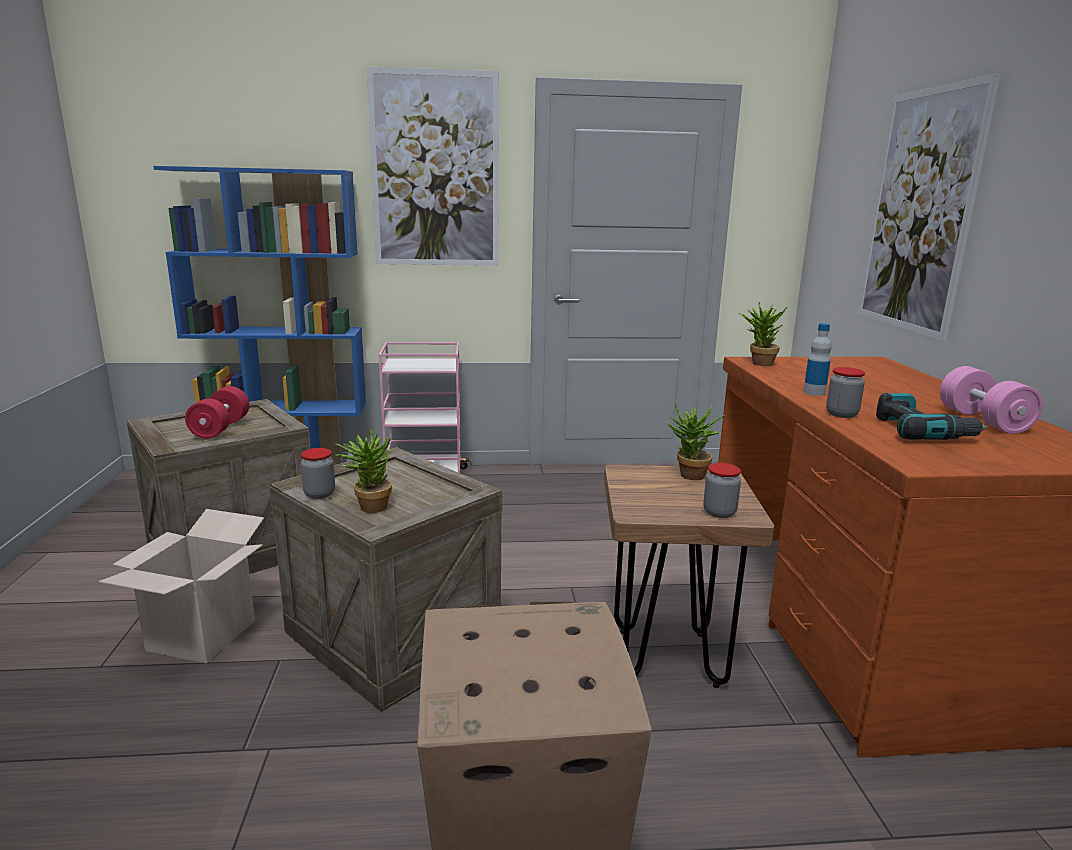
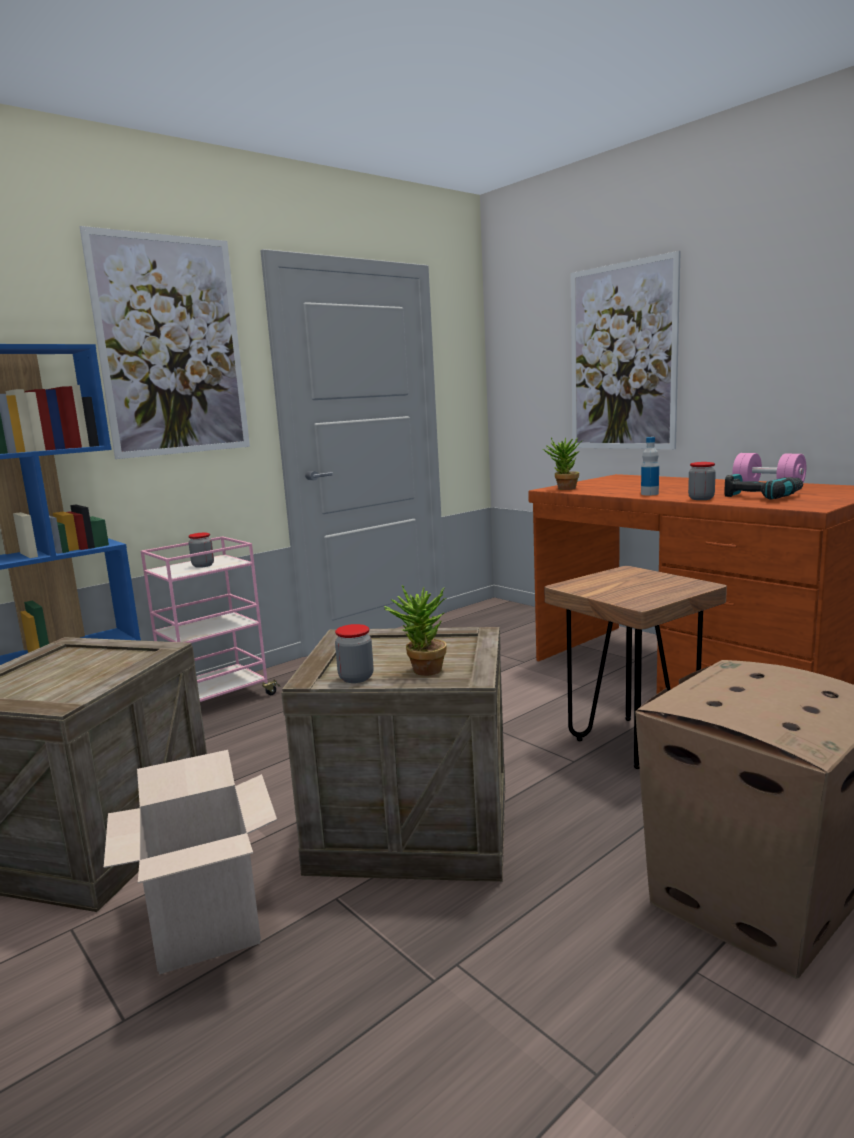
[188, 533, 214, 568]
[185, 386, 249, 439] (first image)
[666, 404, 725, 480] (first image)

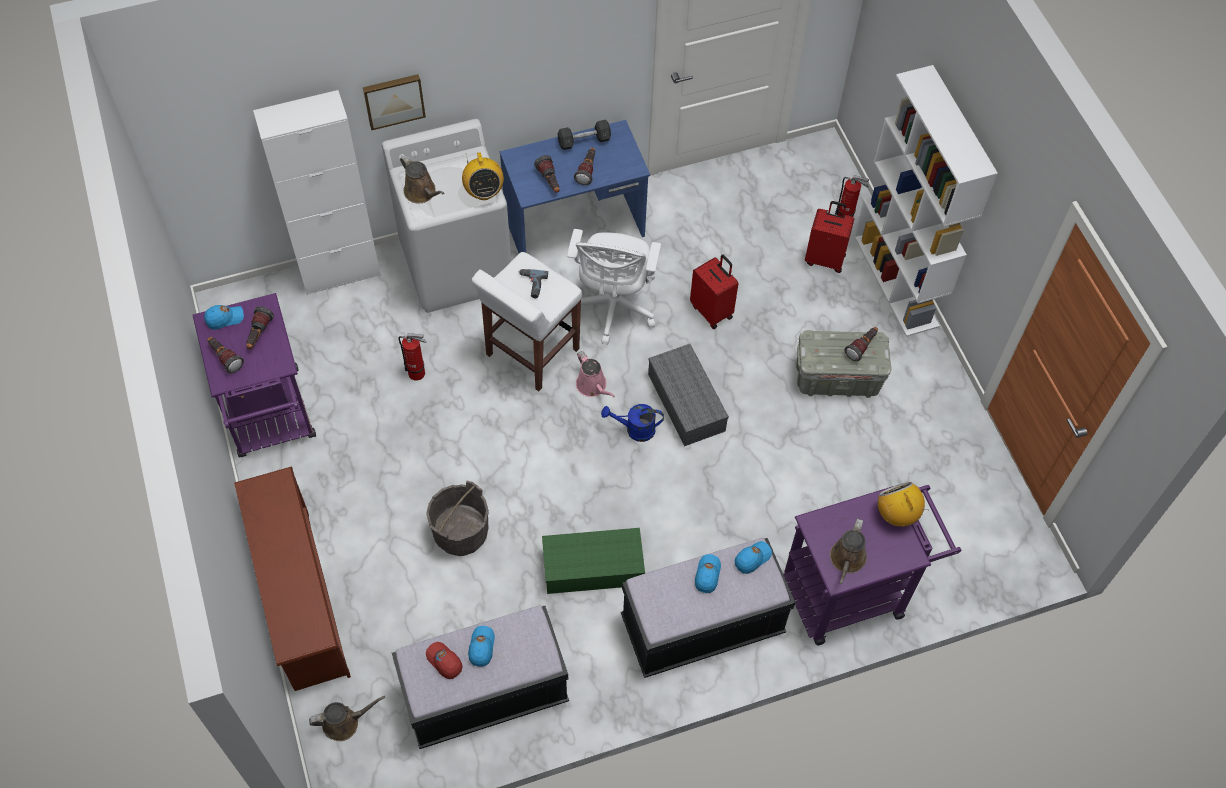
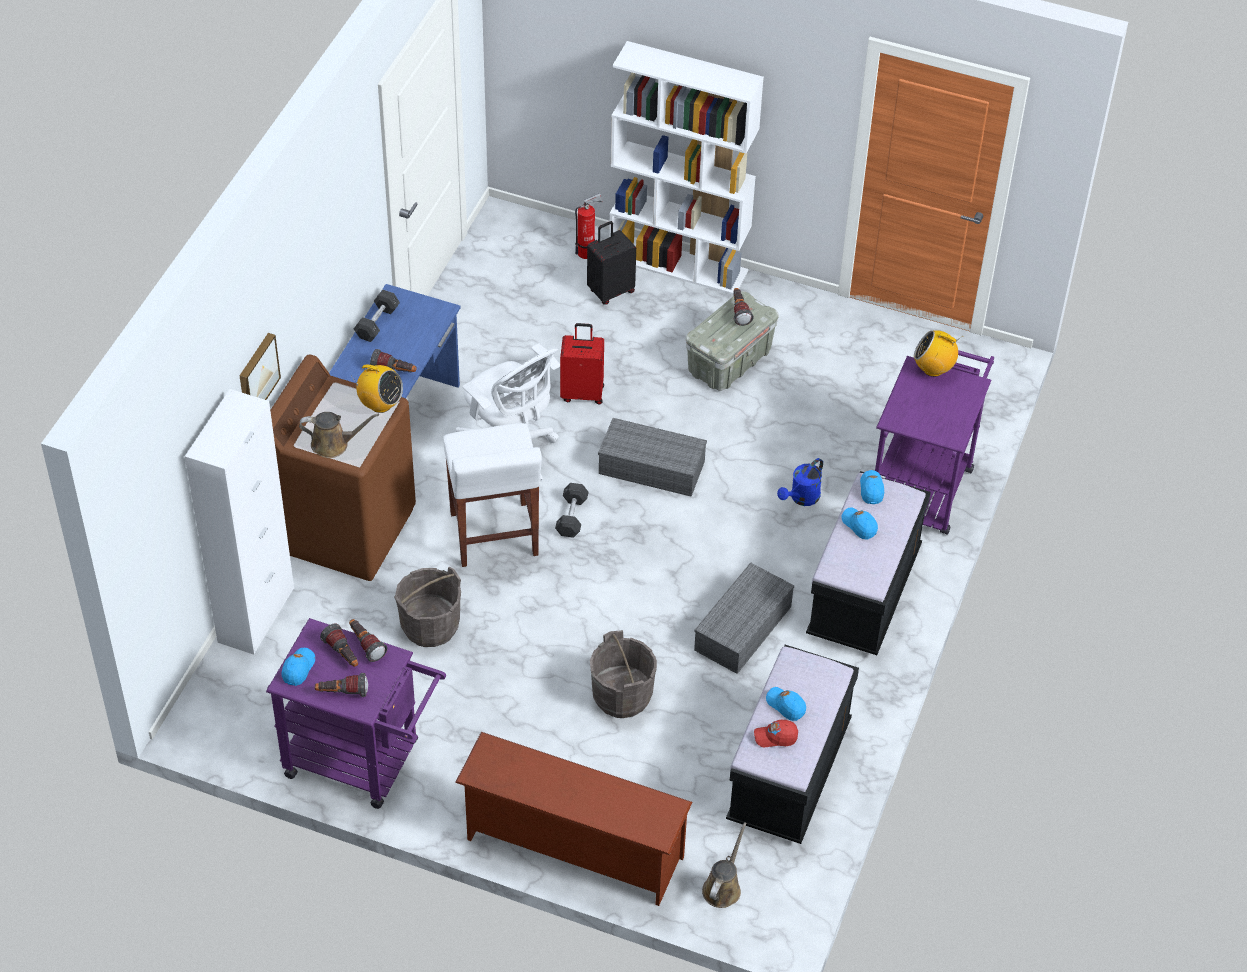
[270, 354, 416, 581]
[349, 619, 387, 662]
[394, 567, 461, 647]
[555, 483, 589, 538]
[587, 221, 636, 305]
[694, 562, 794, 674]
[777, 458, 823, 506]
[518, 269, 548, 298] (first image)
[830, 518, 867, 584] (first image)

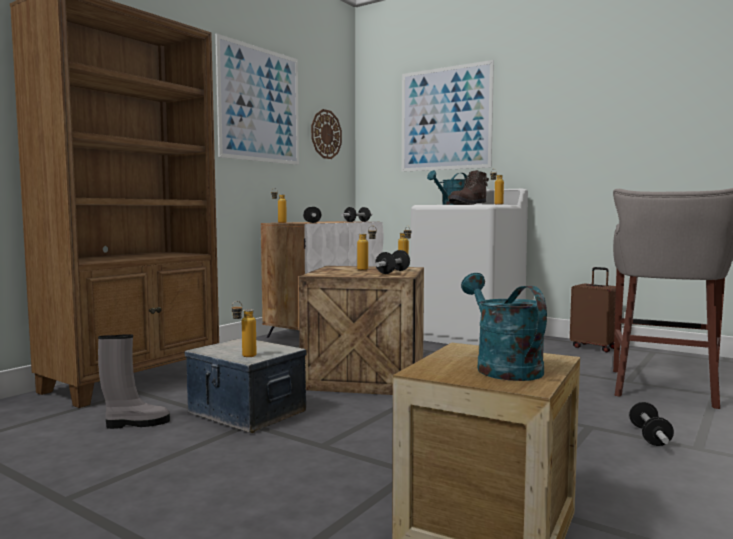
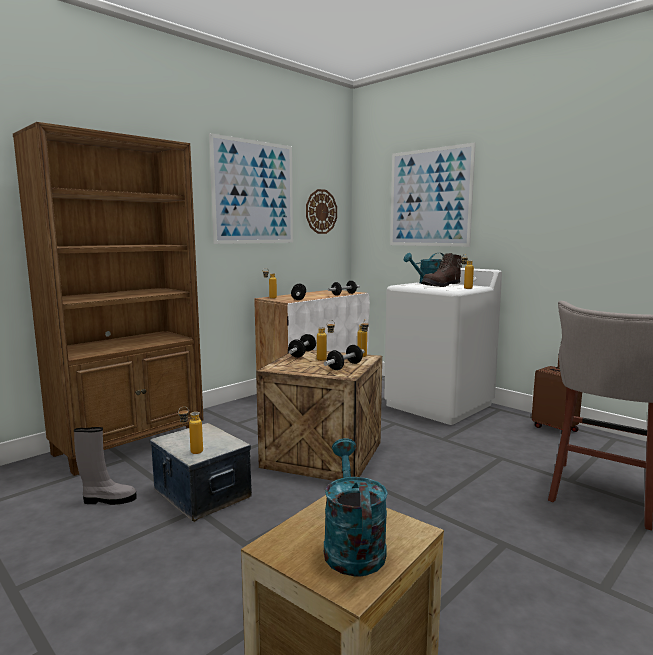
[288, 334, 316, 358]

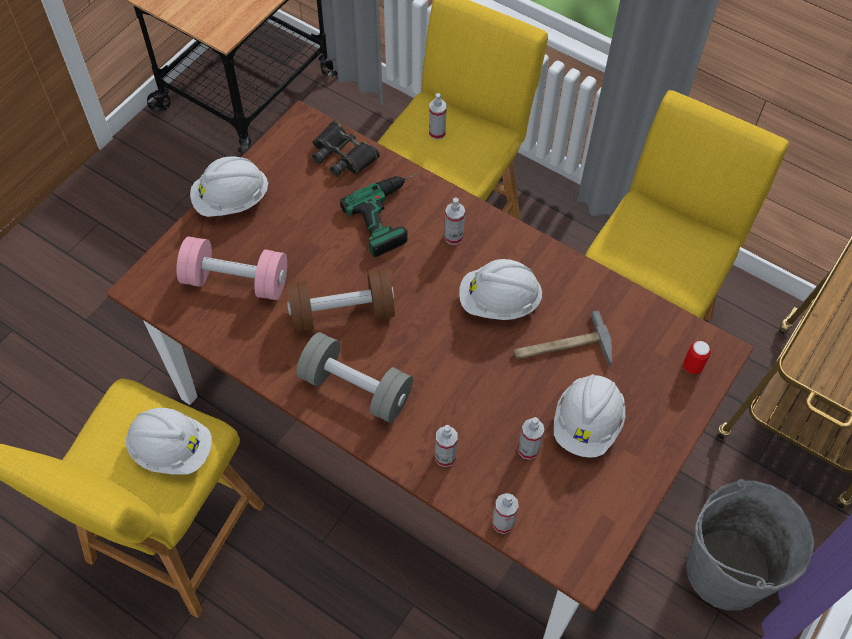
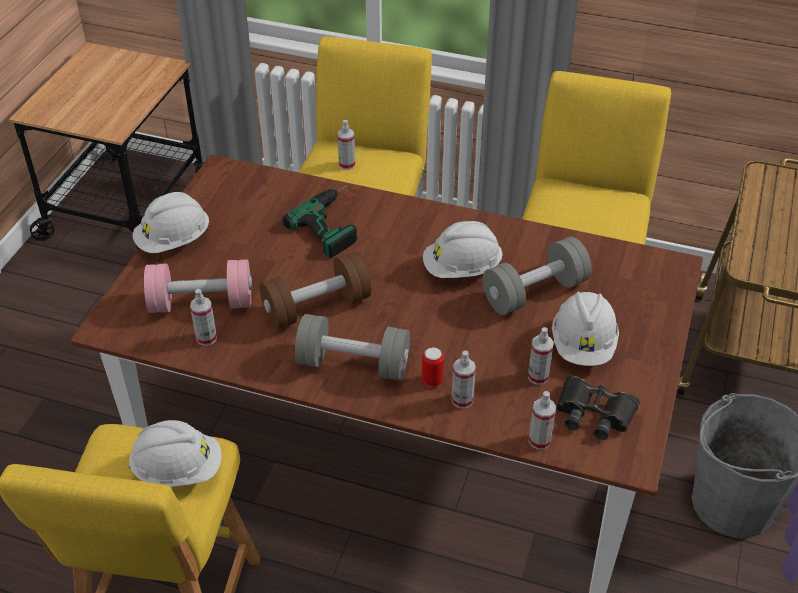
[190, 289, 217, 346]
[422, 347, 444, 387]
[482, 237, 592, 315]
[556, 375, 640, 440]

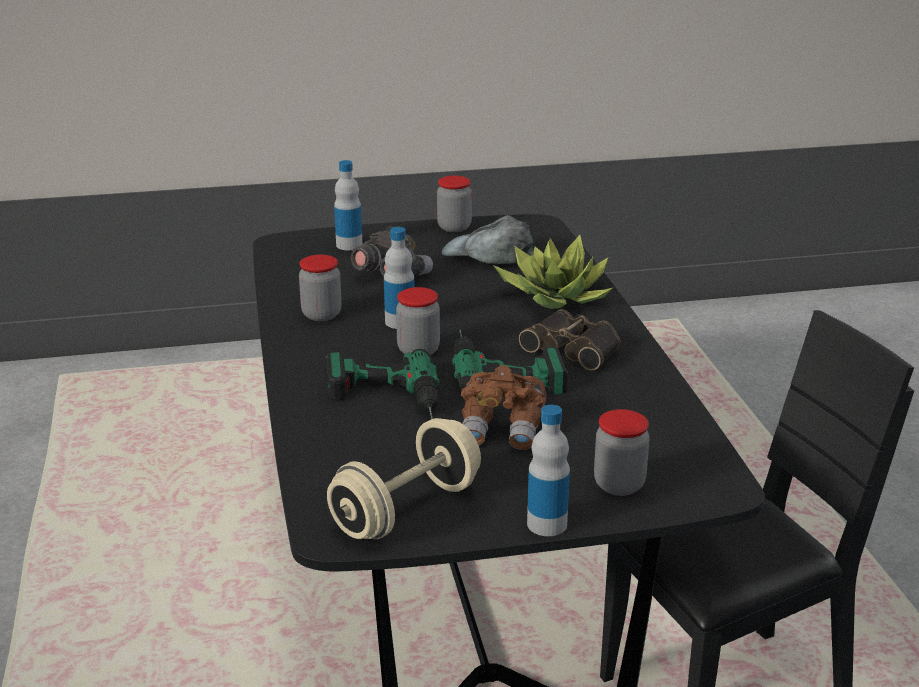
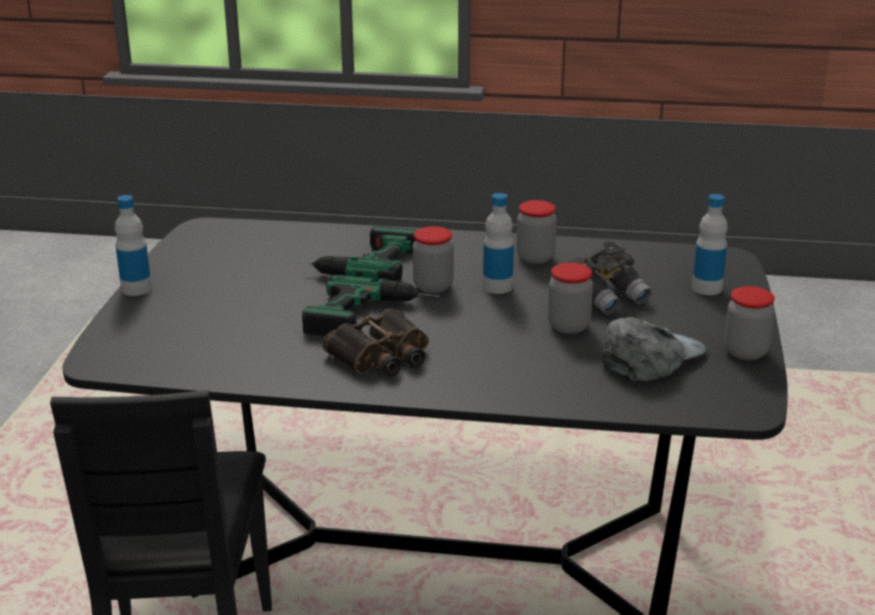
[548, 263, 593, 334]
[327, 418, 481, 539] (first image)
[461, 365, 546, 450] (first image)
[493, 235, 614, 309] (first image)

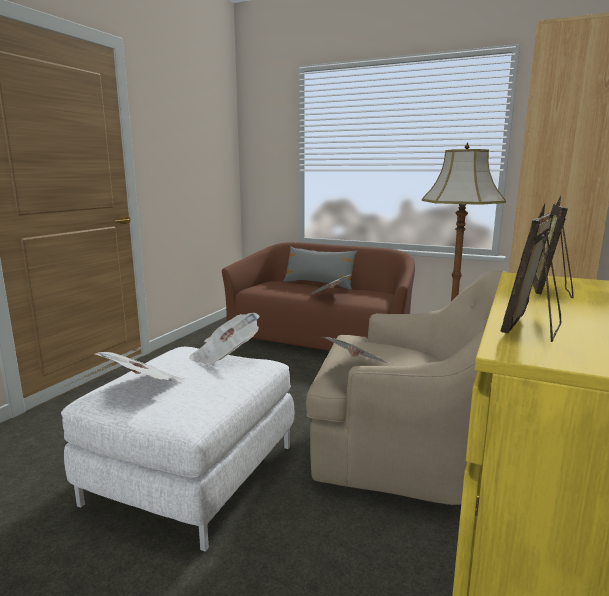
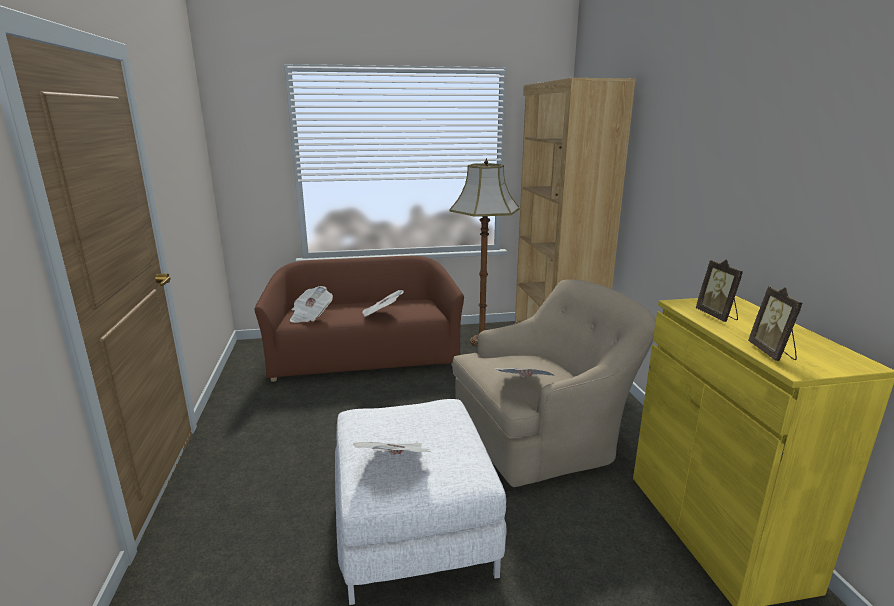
[290, 286, 333, 323]
[284, 246, 357, 290] (first image)

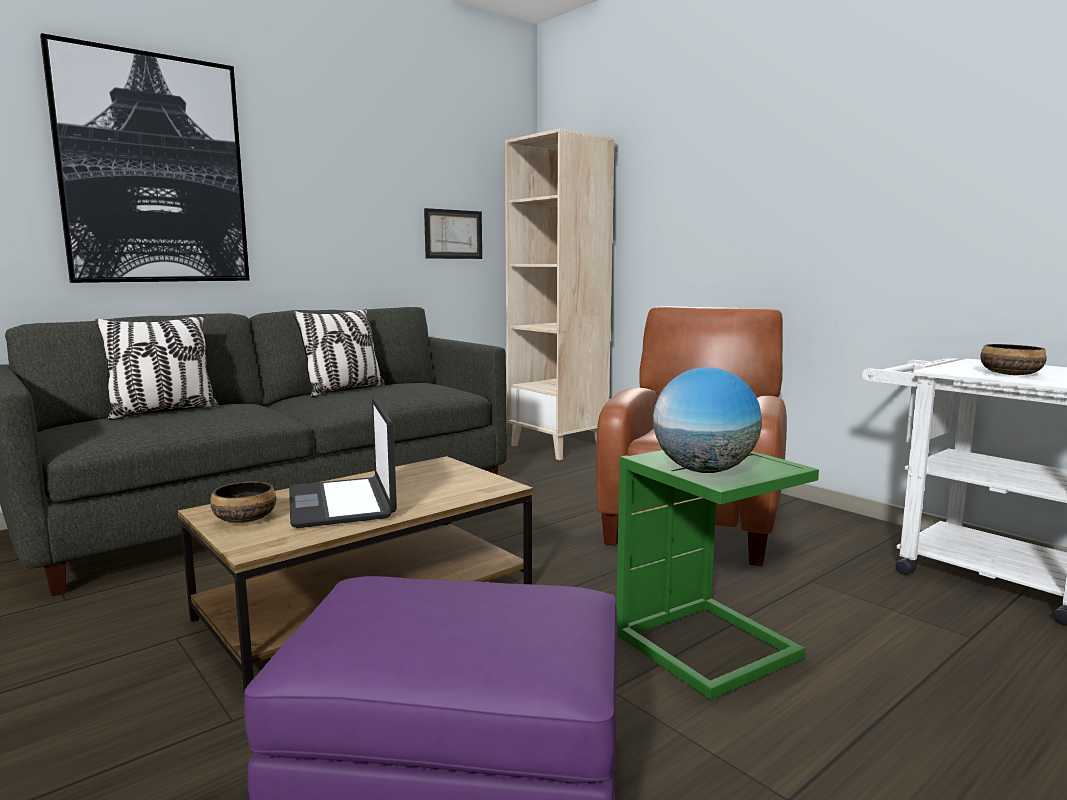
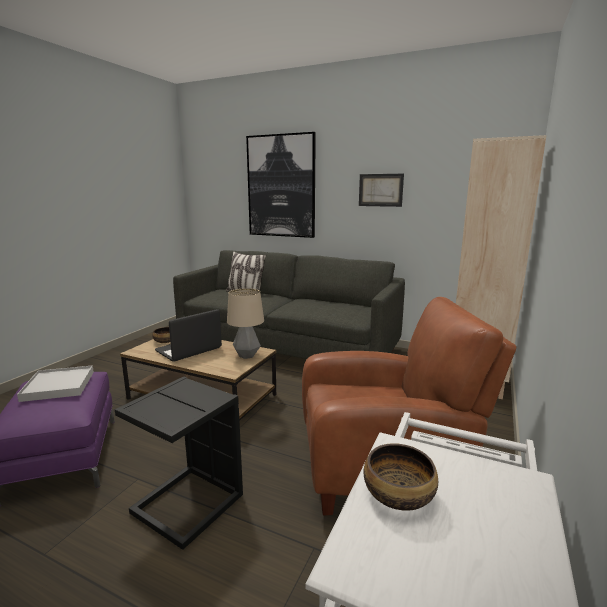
[17, 365, 94, 402]
[115, 377, 243, 550]
[227, 288, 264, 359]
[359, 174, 404, 207]
[293, 309, 385, 397] (first image)
[653, 367, 762, 473] (first image)

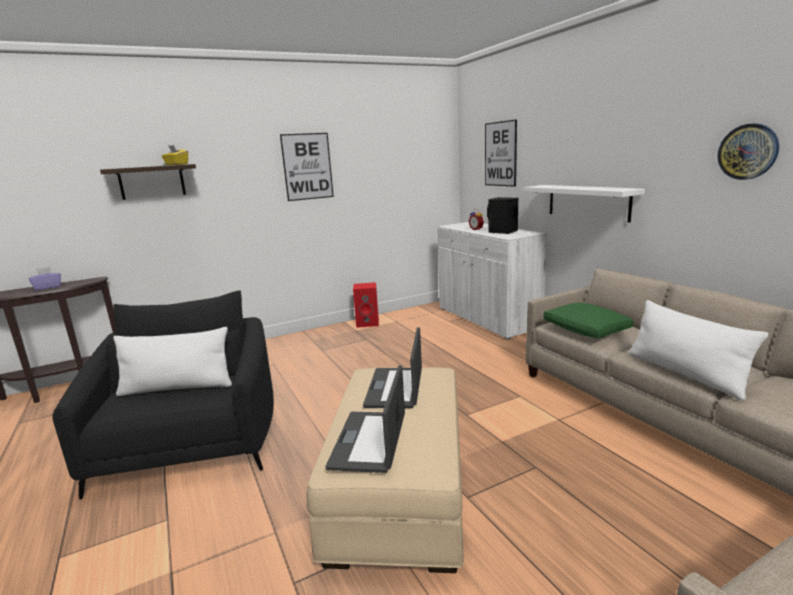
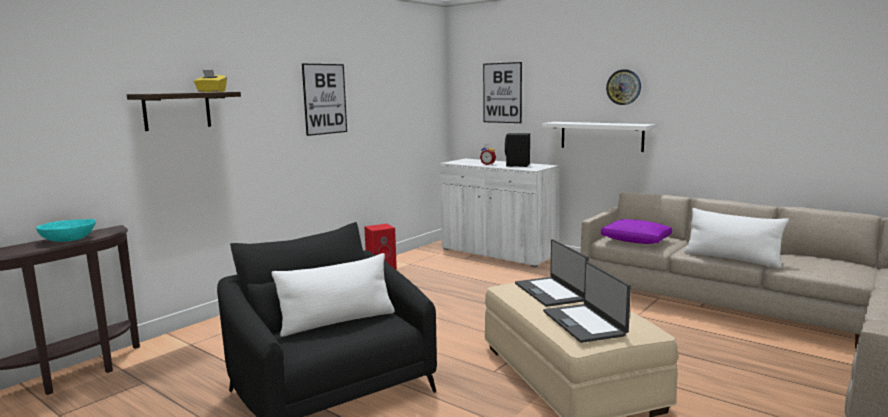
[36, 219, 96, 242]
[601, 219, 672, 244]
[606, 69, 641, 105]

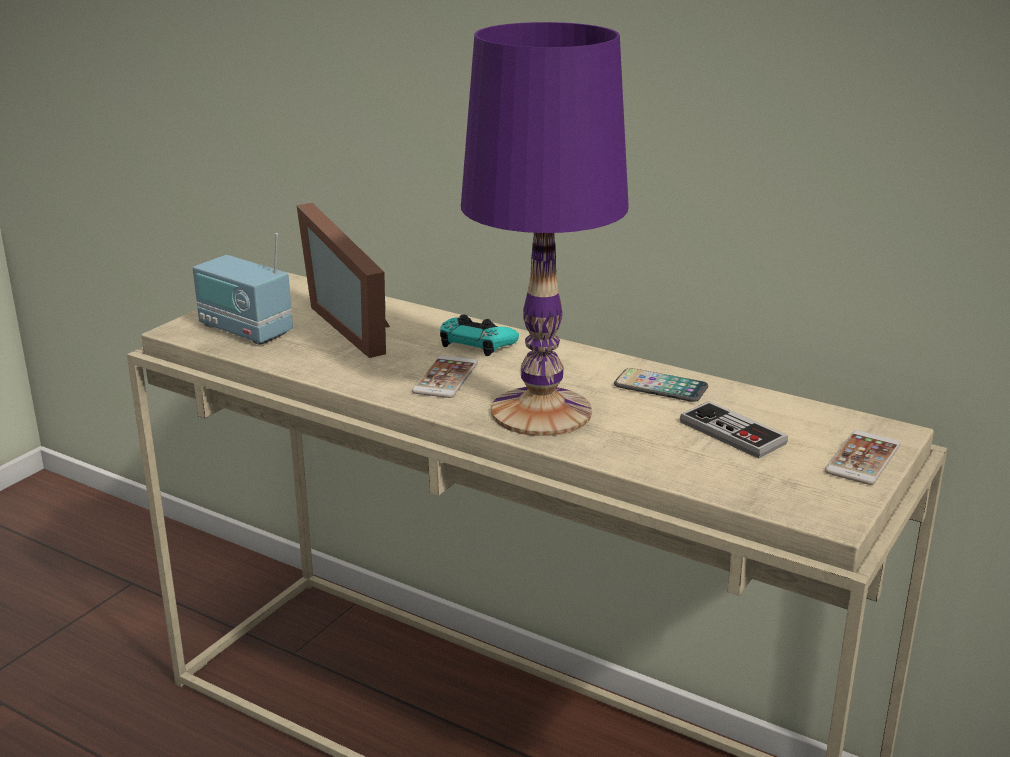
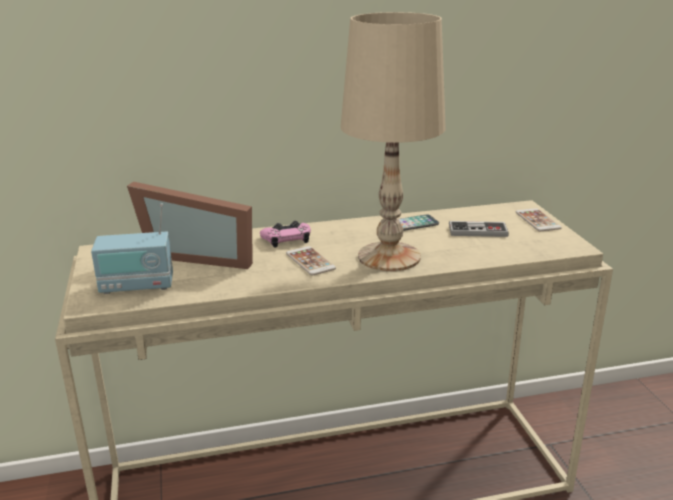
[260, 221, 311, 248]
[341, 12, 446, 271]

